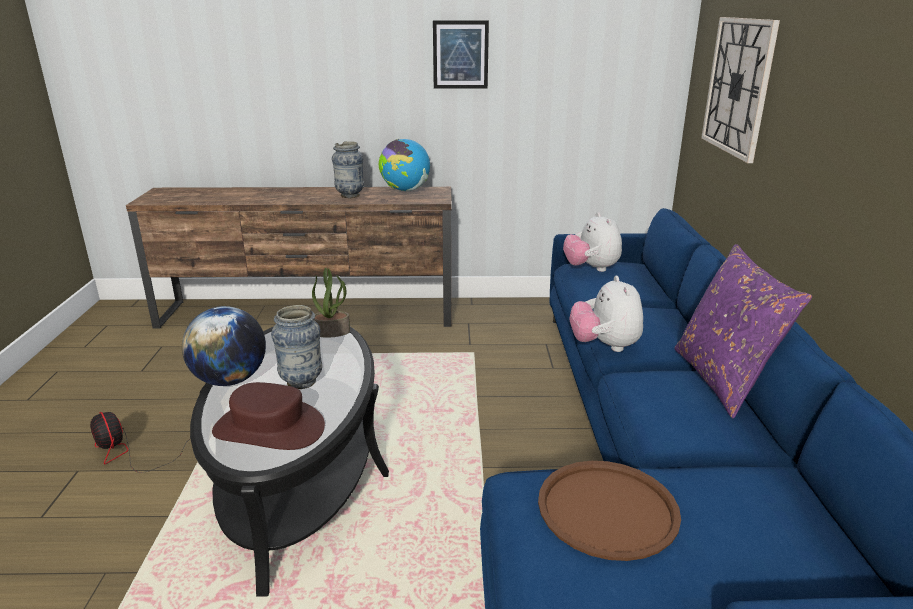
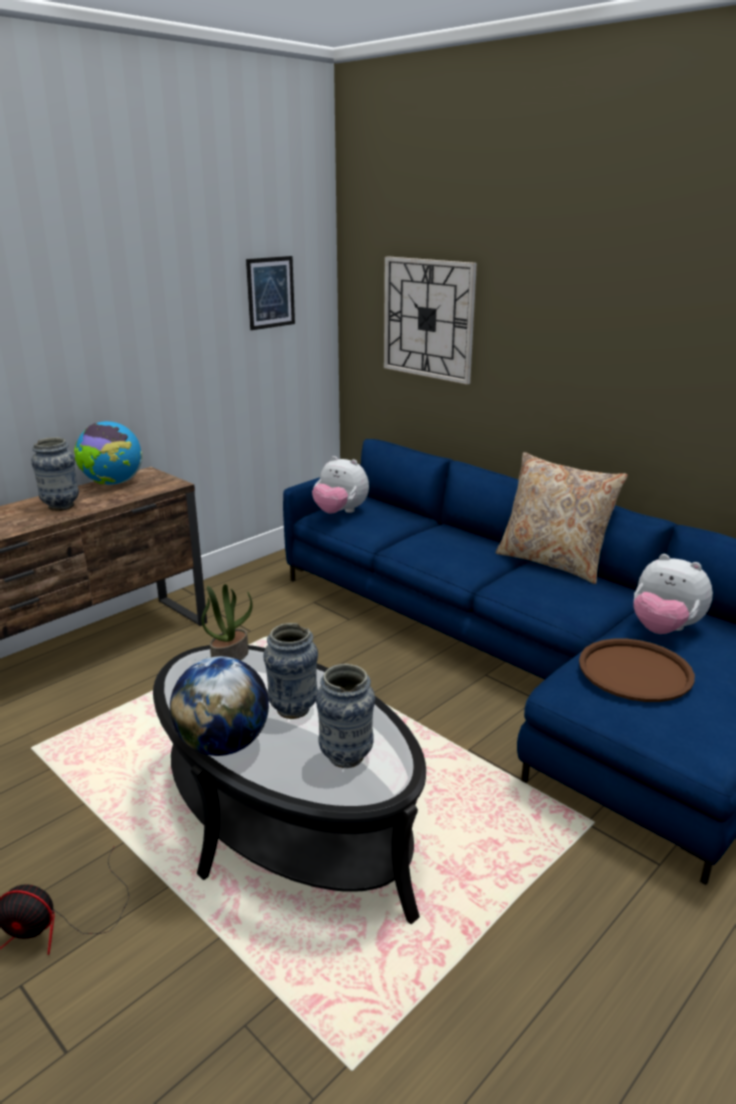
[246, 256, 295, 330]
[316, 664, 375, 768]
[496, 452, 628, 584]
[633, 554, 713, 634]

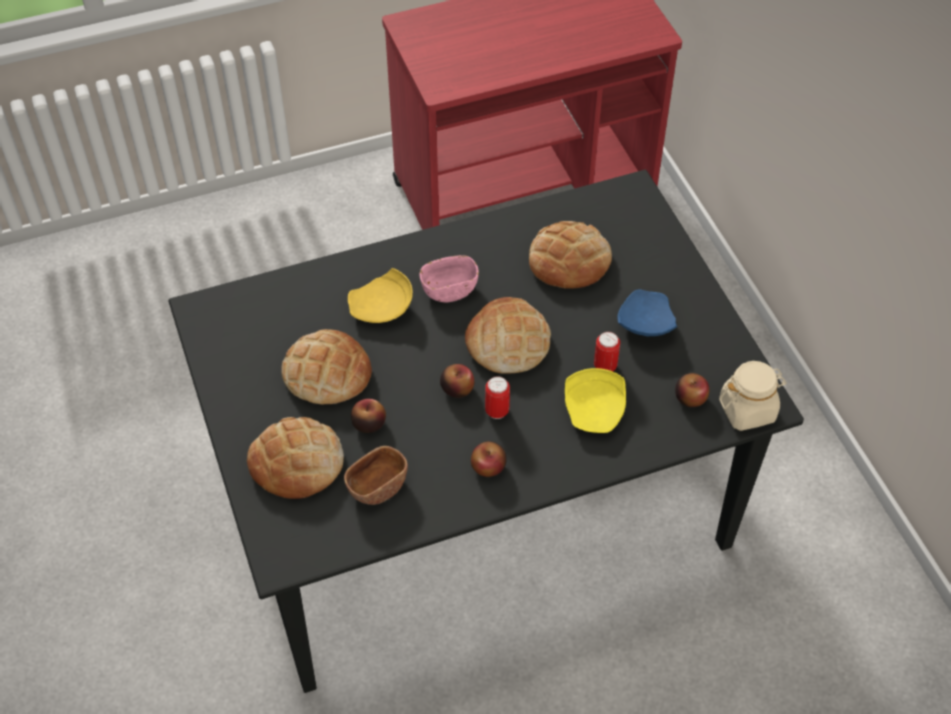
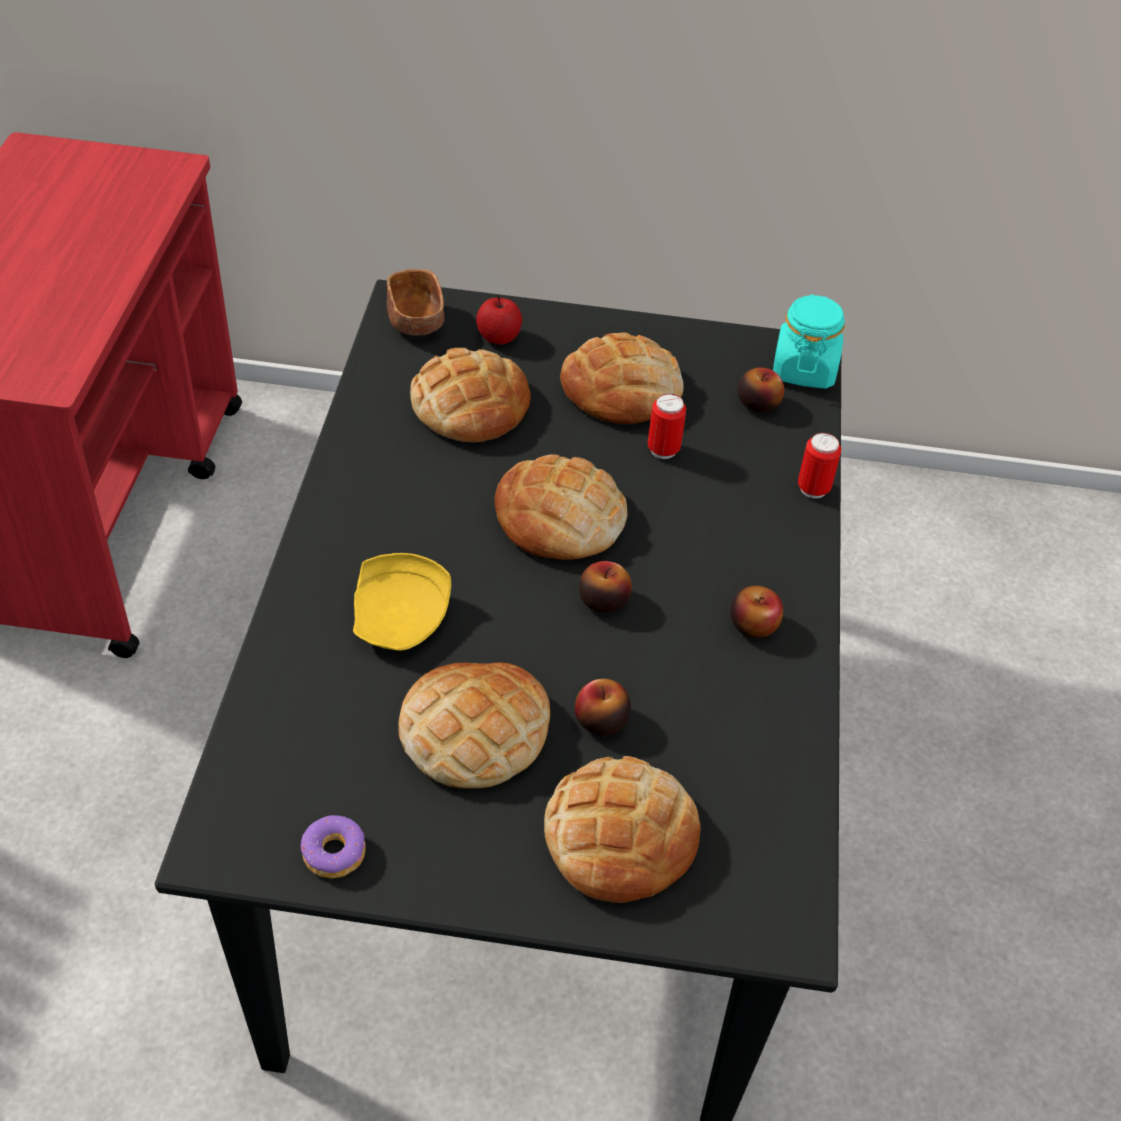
[301, 815, 366, 878]
[387, 269, 444, 336]
[476, 295, 522, 345]
[560, 333, 684, 424]
[773, 294, 845, 389]
[798, 433, 841, 498]
[420, 255, 479, 302] (first image)
[565, 368, 626, 433] (first image)

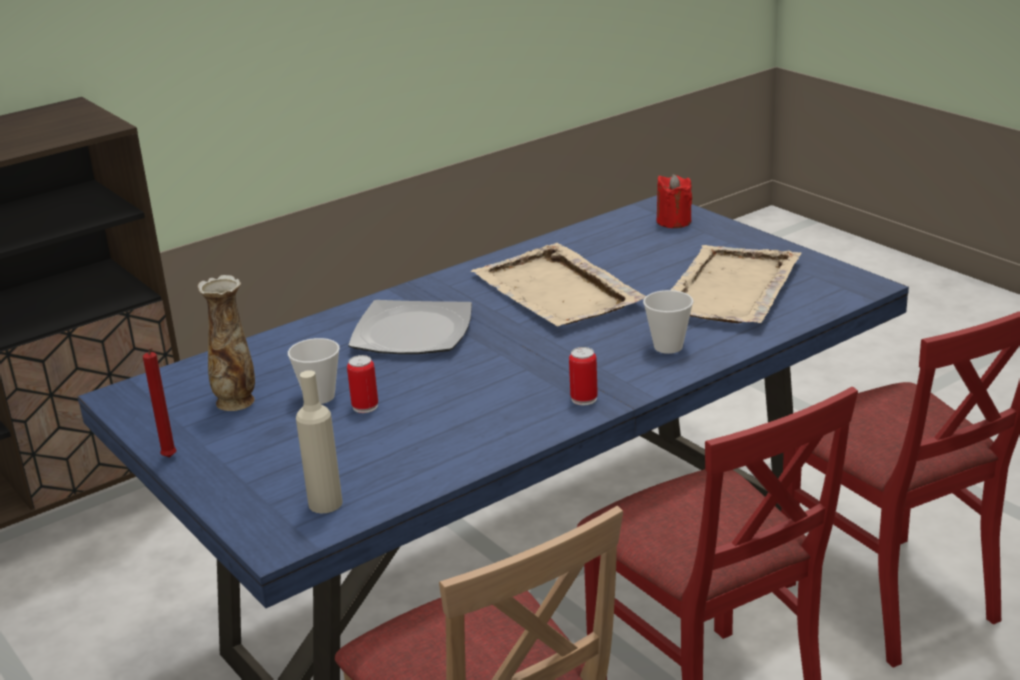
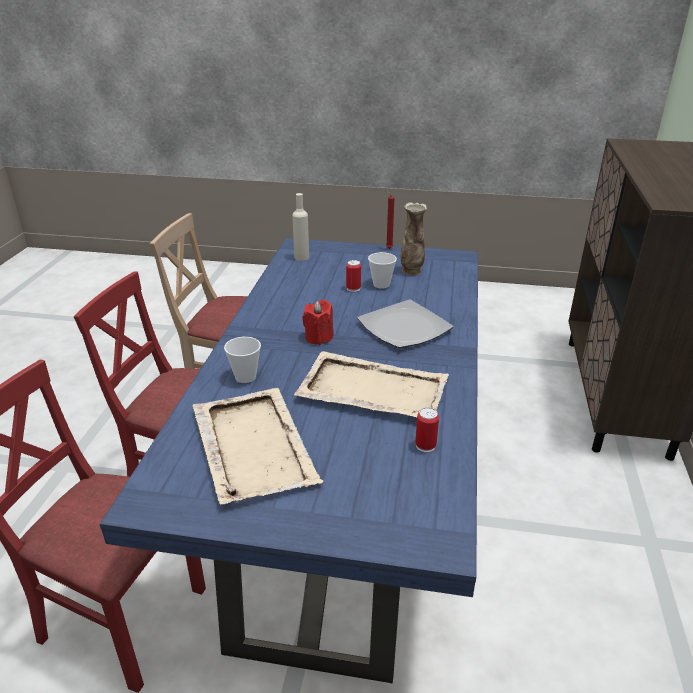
[302, 300, 334, 345]
[415, 407, 439, 452]

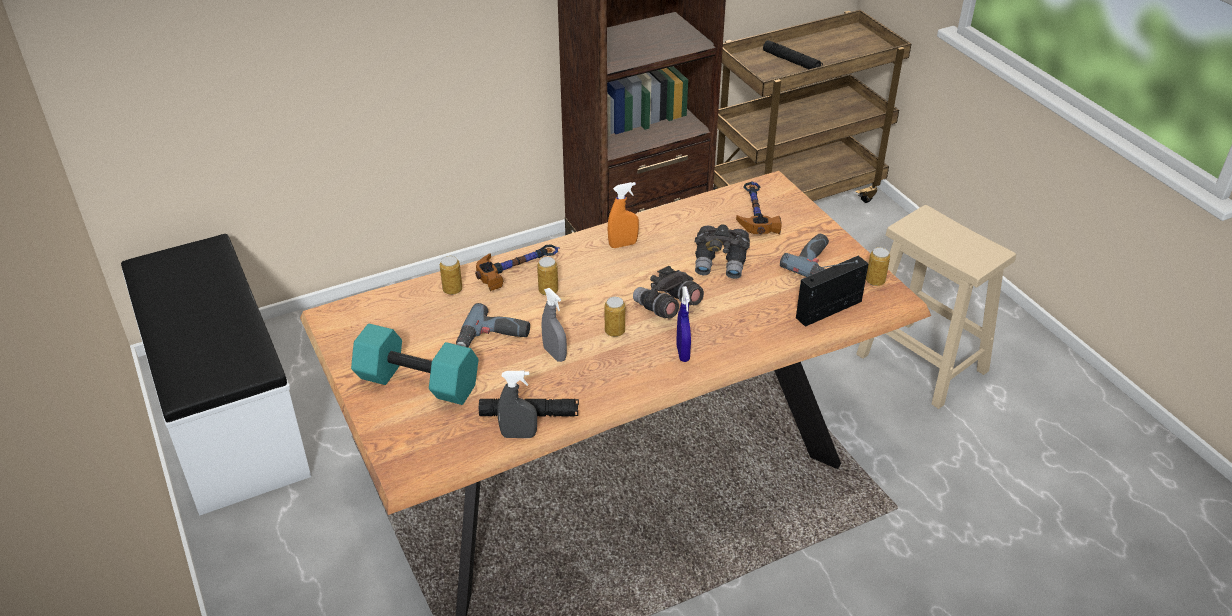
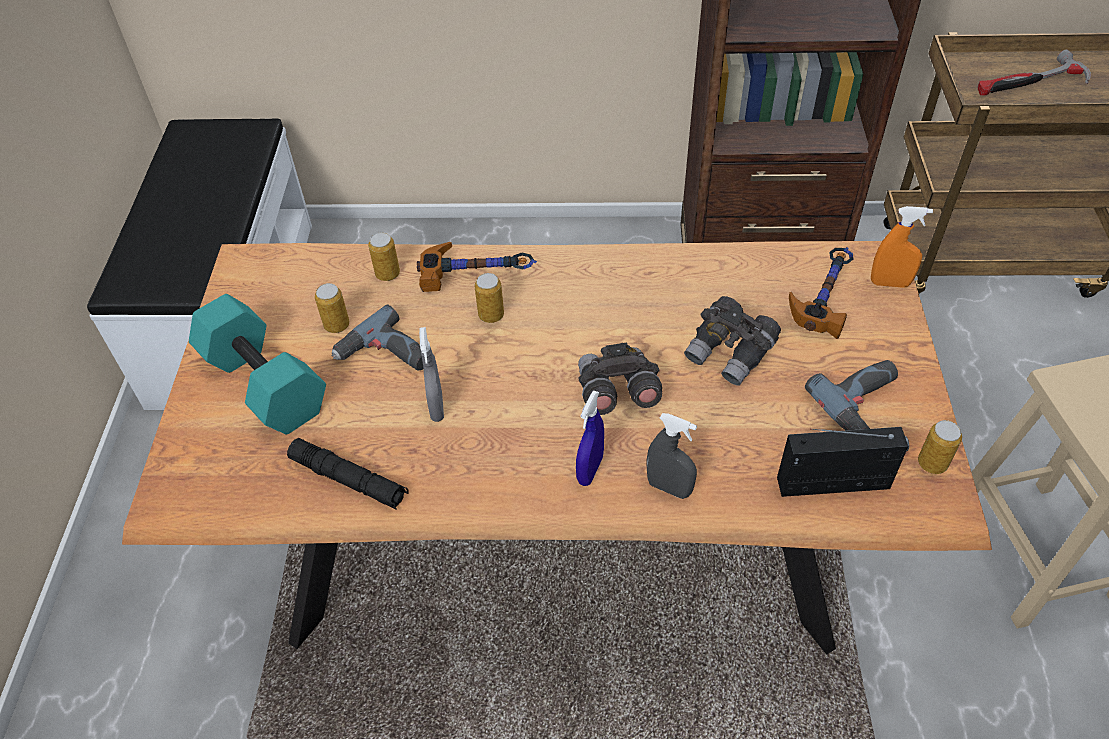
[315, 283, 349, 333]
[646, 413, 697, 499]
[871, 206, 933, 288]
[978, 49, 1091, 96]

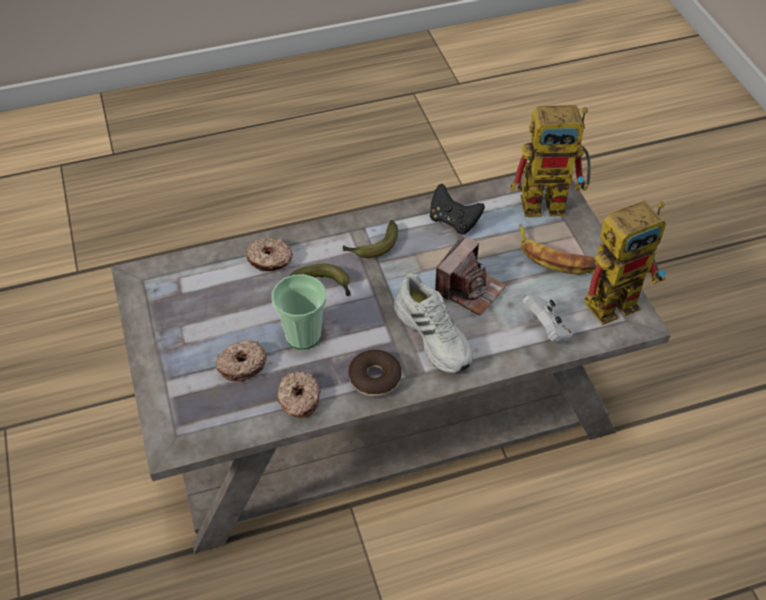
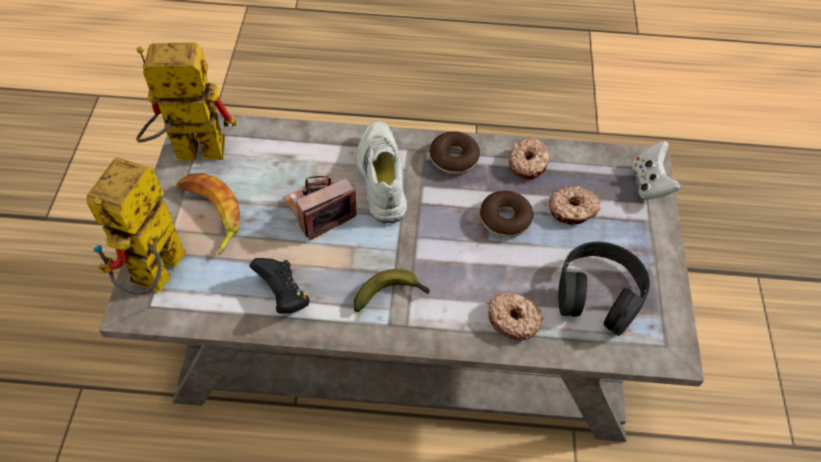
[87, 158, 186, 295]
[480, 191, 534, 237]
[558, 242, 650, 336]
[632, 141, 681, 199]
[290, 264, 351, 296] (first image)

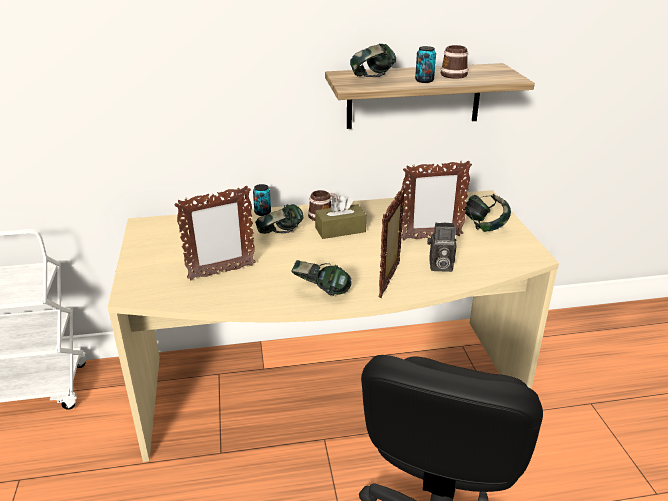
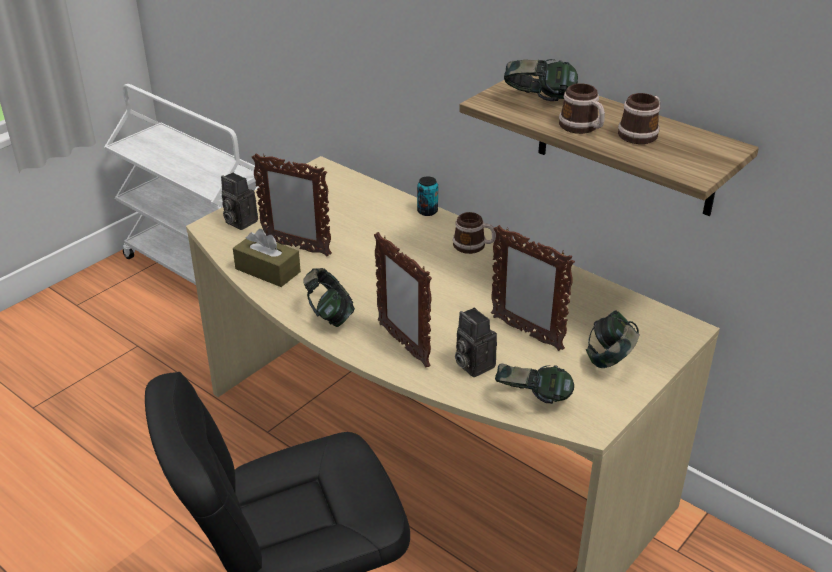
[221, 173, 258, 230]
[233, 229, 301, 287]
[374, 232, 432, 368]
[495, 363, 574, 404]
[559, 83, 605, 134]

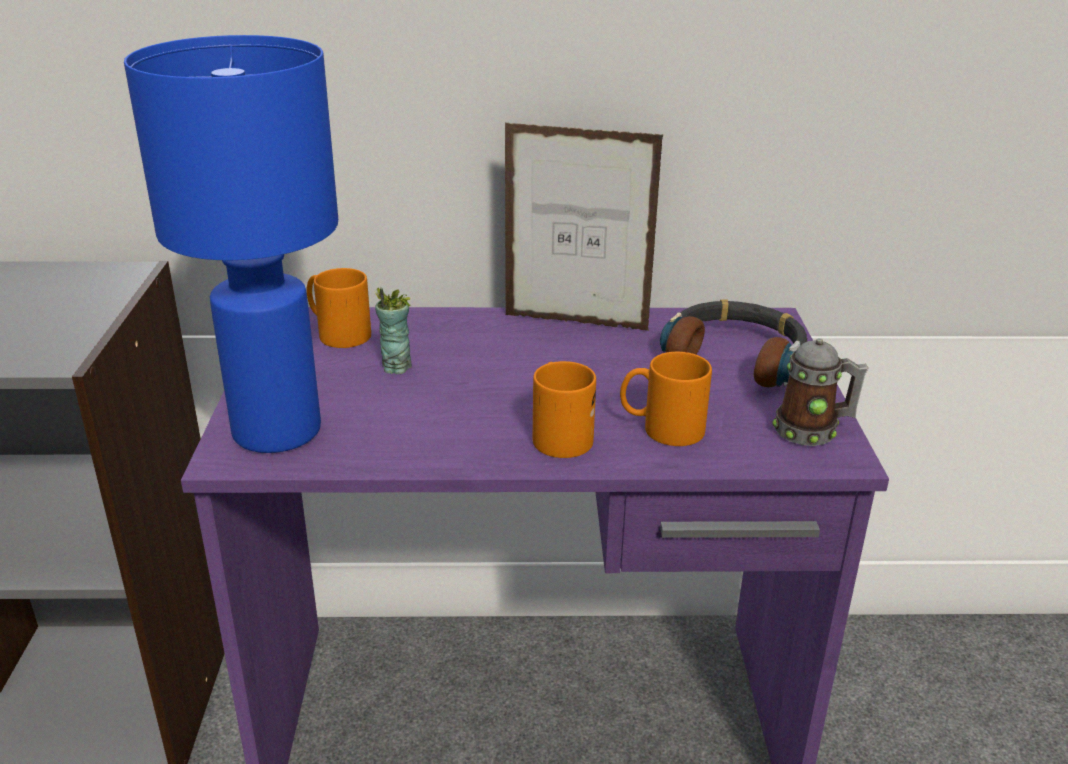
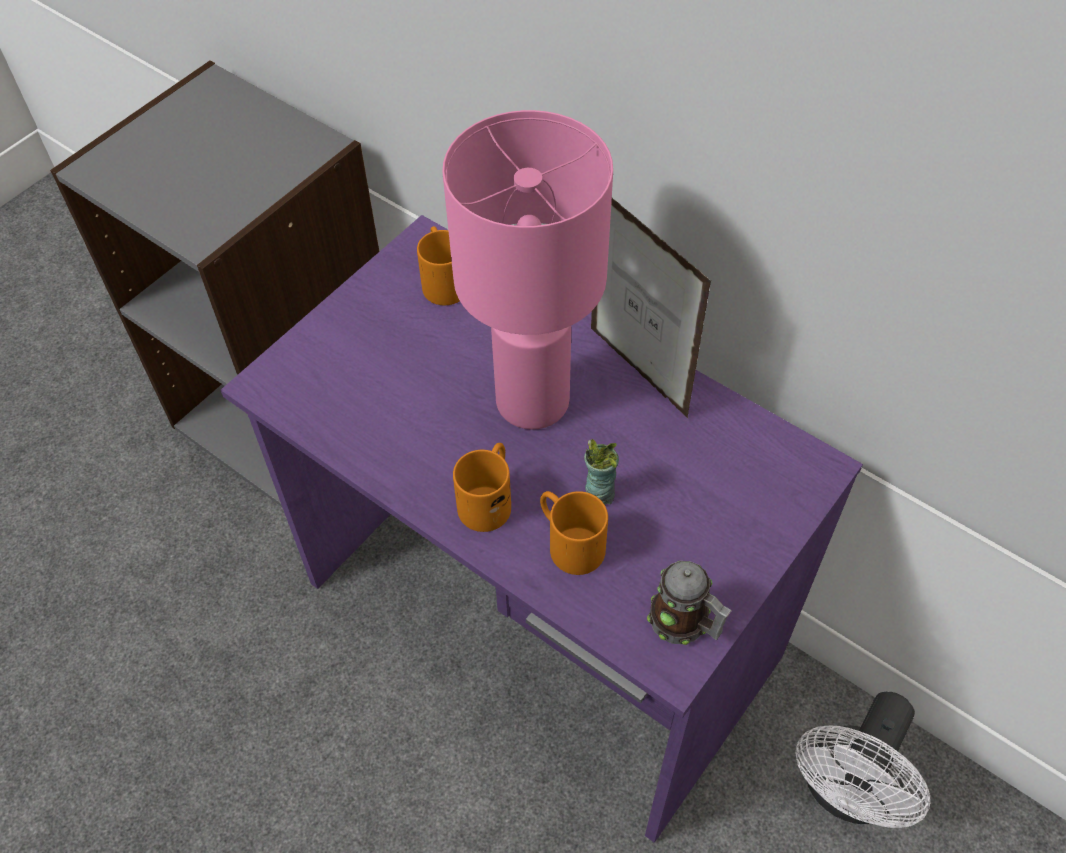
[443, 110, 613, 430]
[584, 439, 619, 505]
[795, 692, 930, 828]
[124, 35, 338, 453] (first image)
[660, 300, 807, 387] (first image)

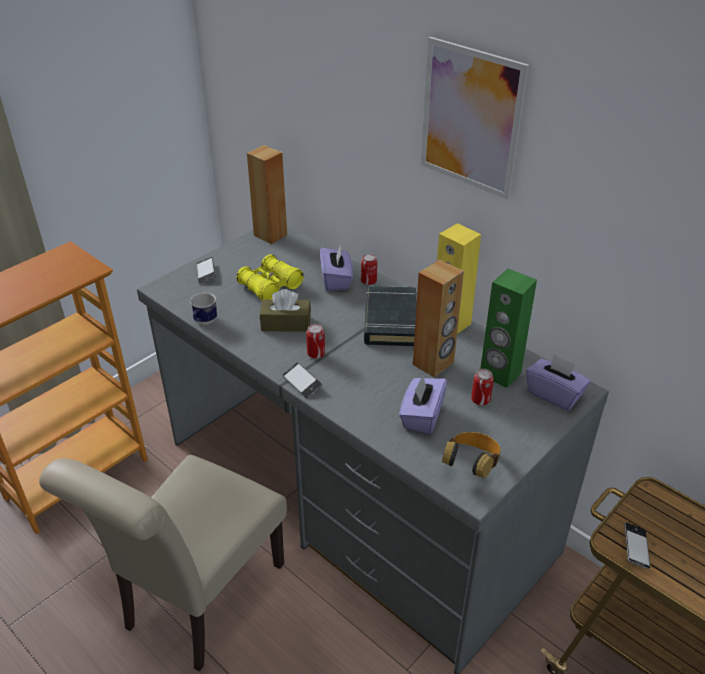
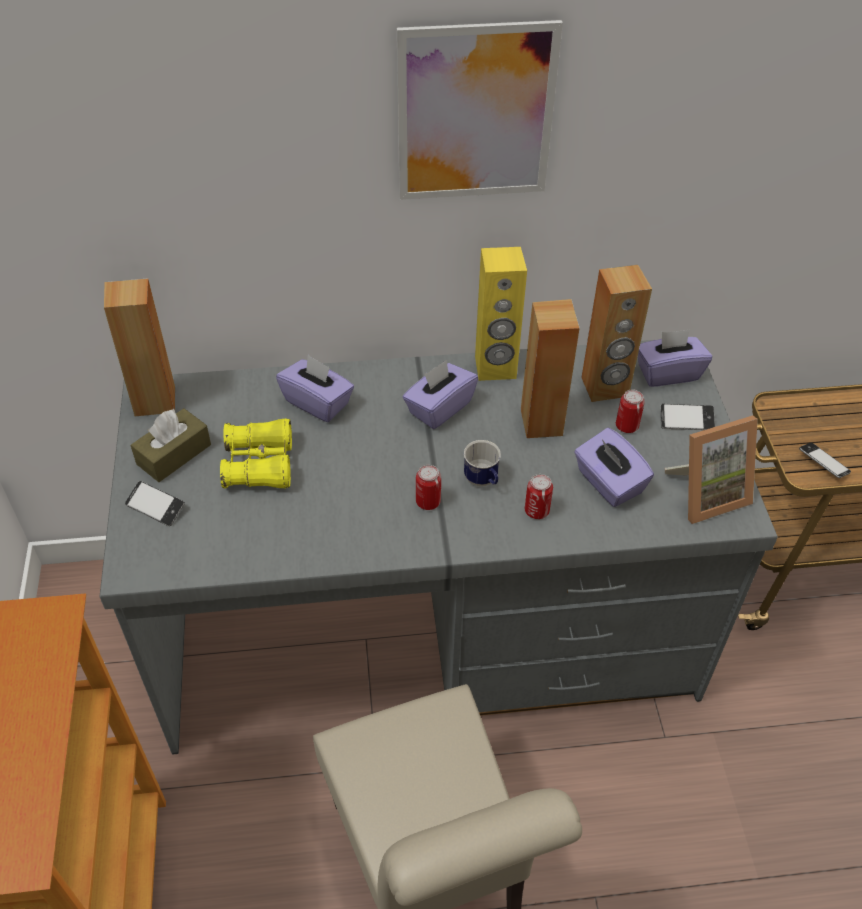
[131, 408, 211, 482]
[403, 360, 478, 429]
[464, 440, 501, 486]
[525, 474, 553, 519]
[581, 265, 652, 402]
[660, 404, 715, 430]
[665, 415, 758, 524]

